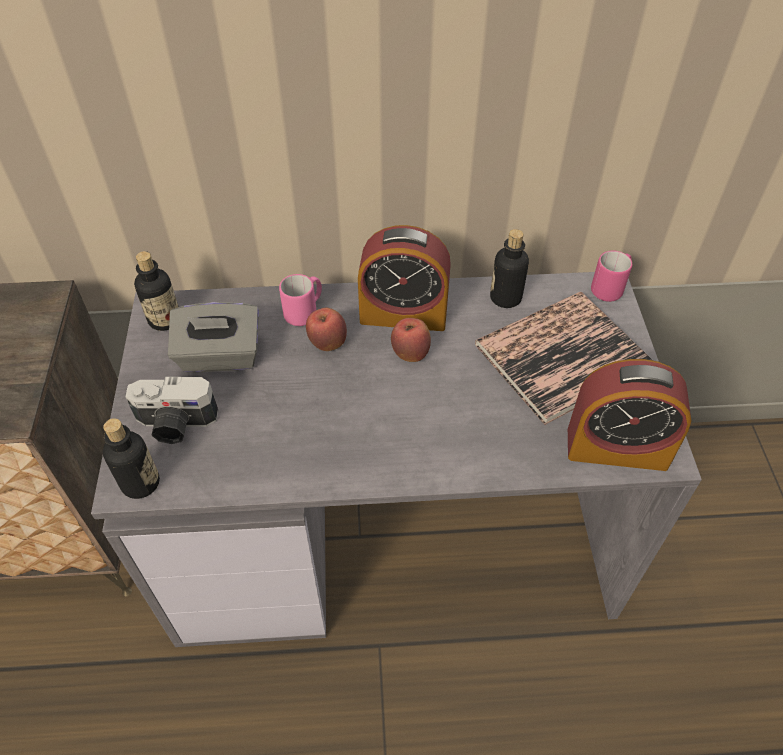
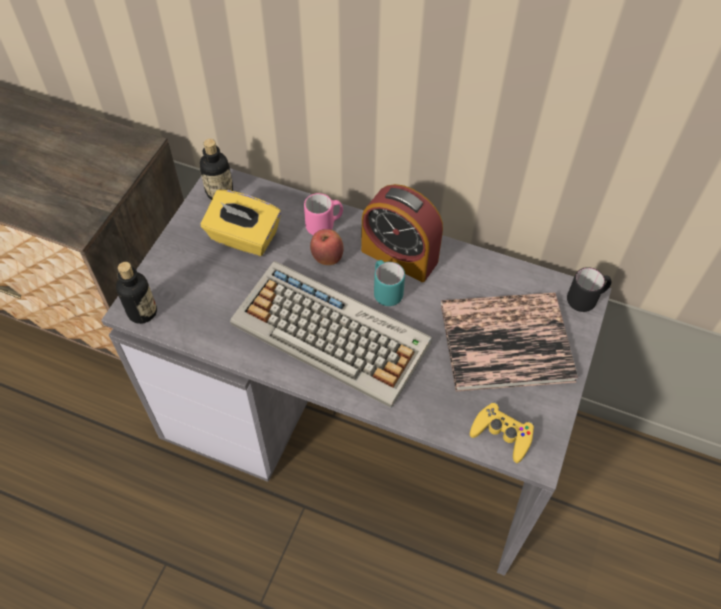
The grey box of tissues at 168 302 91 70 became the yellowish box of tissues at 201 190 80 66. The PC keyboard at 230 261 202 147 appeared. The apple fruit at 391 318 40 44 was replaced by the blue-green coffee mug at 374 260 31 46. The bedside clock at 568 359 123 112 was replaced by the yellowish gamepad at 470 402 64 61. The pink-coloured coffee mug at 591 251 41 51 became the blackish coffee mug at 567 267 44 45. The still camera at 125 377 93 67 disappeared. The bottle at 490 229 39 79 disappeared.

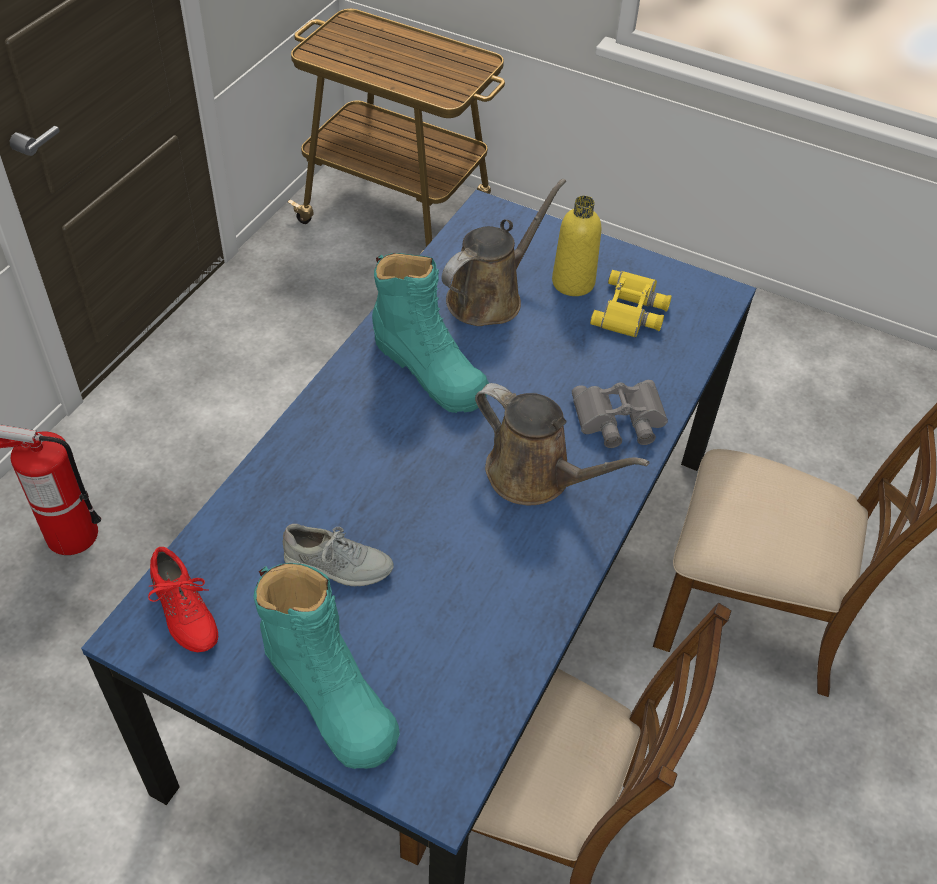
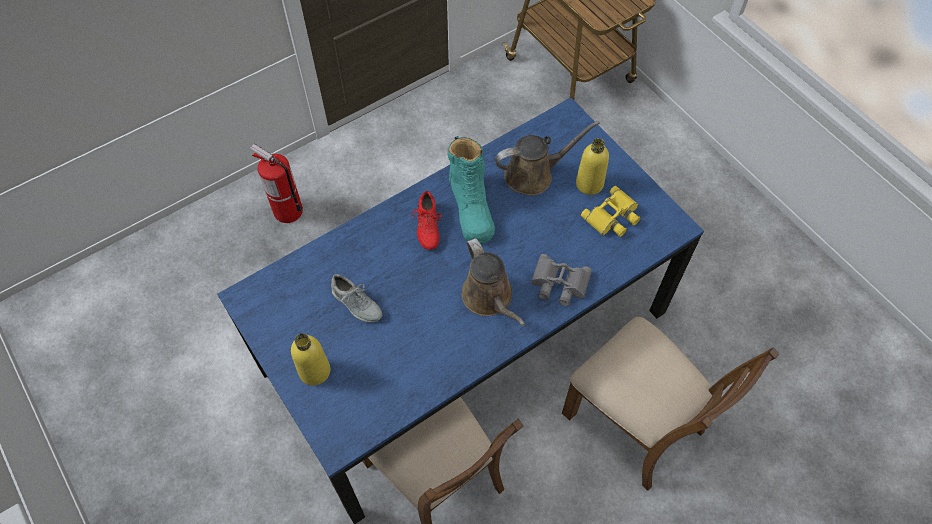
The blue-green tall boot at 253 563 147 206 was replaced by the yellowish bottle at 291 333 40 53. The reddish shoe moved from 148 547 70 105 to 412 191 30 59.

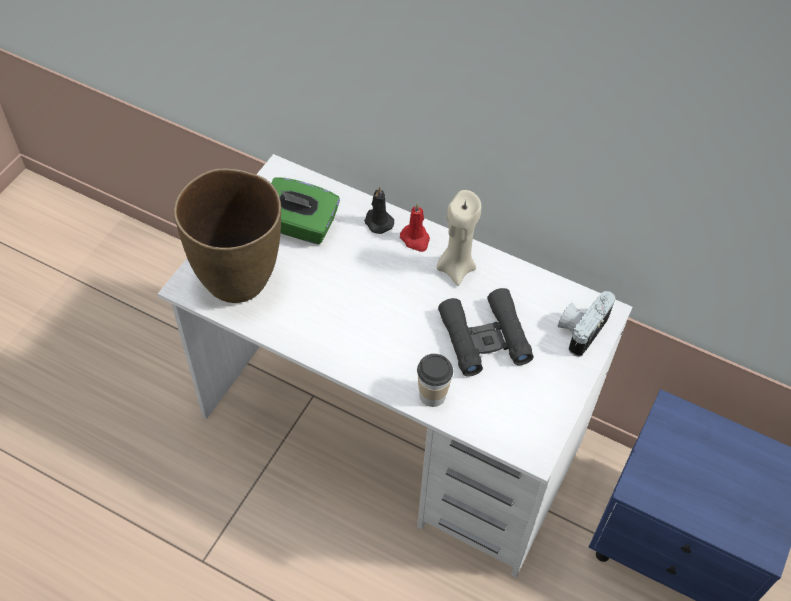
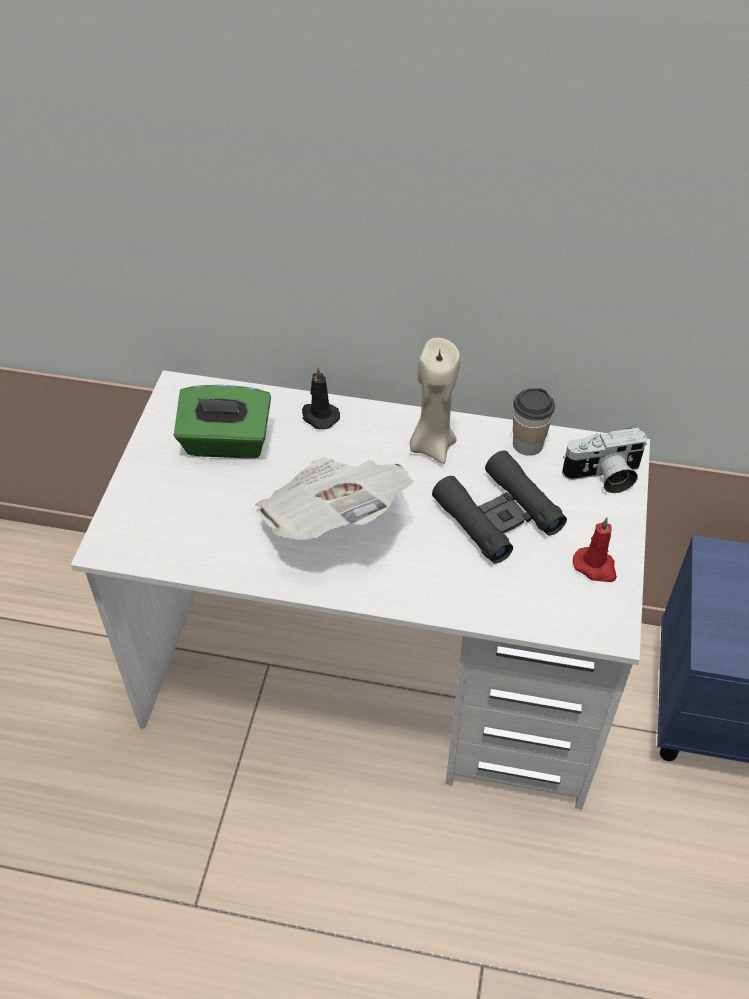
The newspaper at 255 457 159 83 appeared. The cup moved from 417 354 36 53 to 513 388 42 68. The still camera at 558 291 57 66 turned 120 degrees counterclockwise. The reddish wax light moved from 400 203 30 49 to 573 517 44 65. The brown-coloured decorative vase at 174 168 107 135 disappeared.

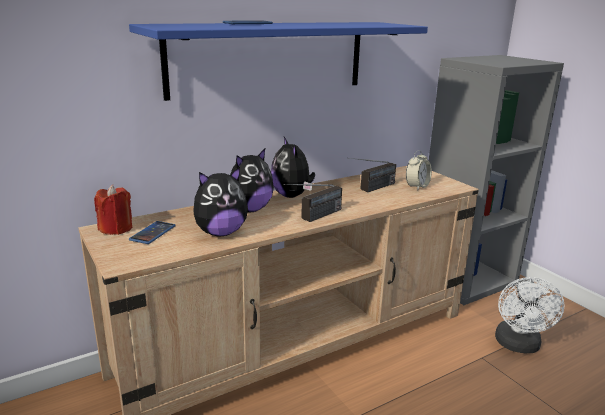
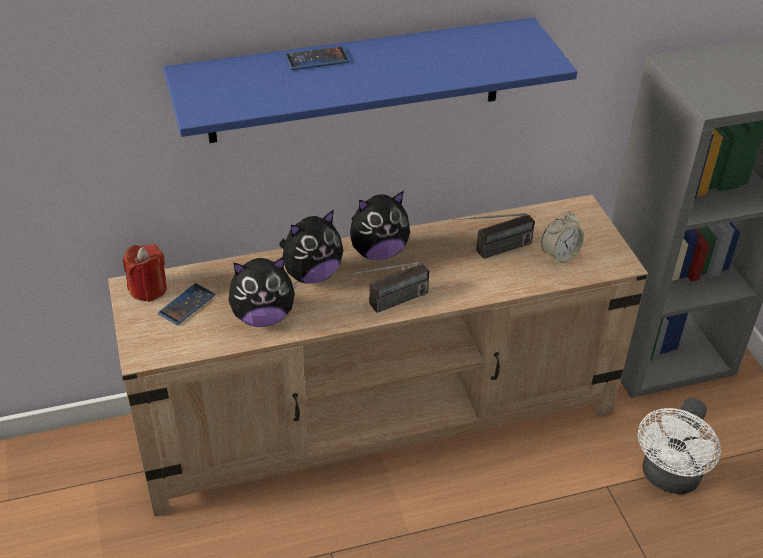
The soft toy at 271 137 44 61 turned 105 degrees counterclockwise.

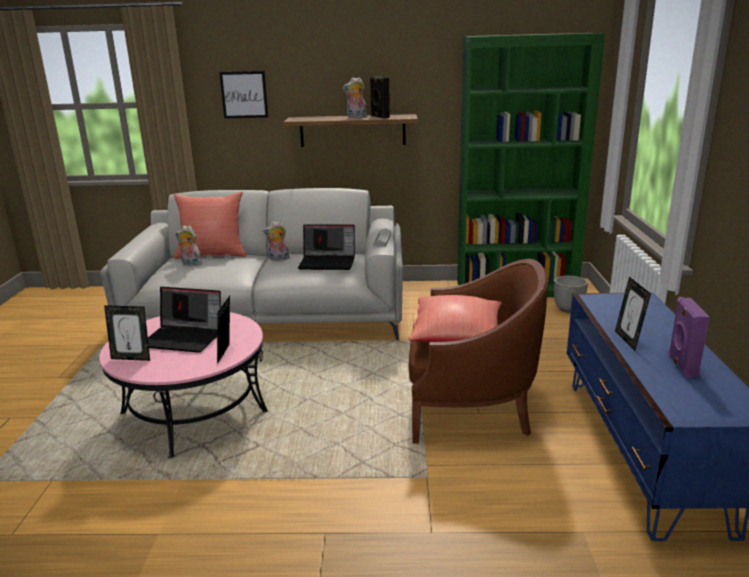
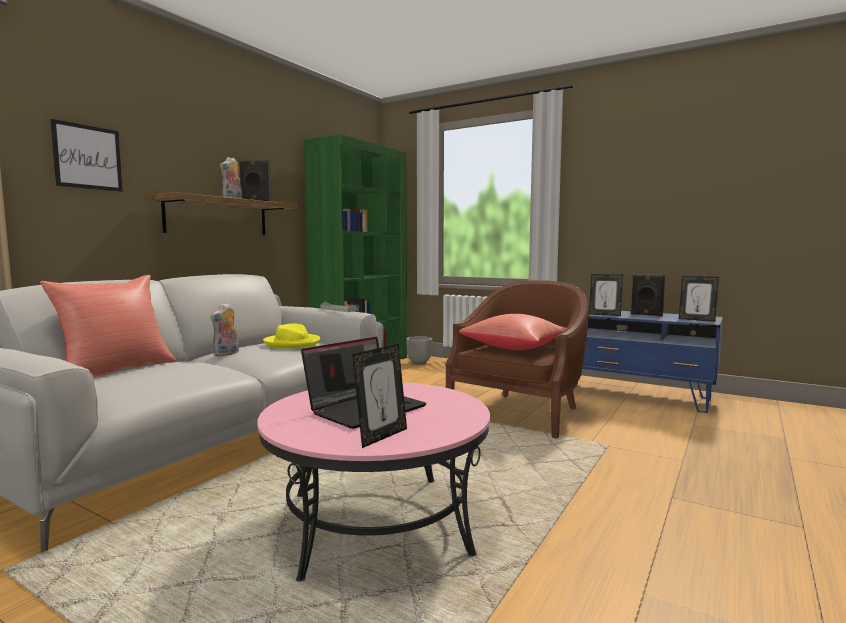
The portable computer at 298 225 57 45 was replaced by the yellowish hat at 263 323 57 25. The purplish speaker at 668 297 42 81 became the blackish speaker at 631 274 34 42. The standing frame moved from 217 296 13 68 to 679 276 40 46. The soft toy at 176 226 26 40 disappeared.

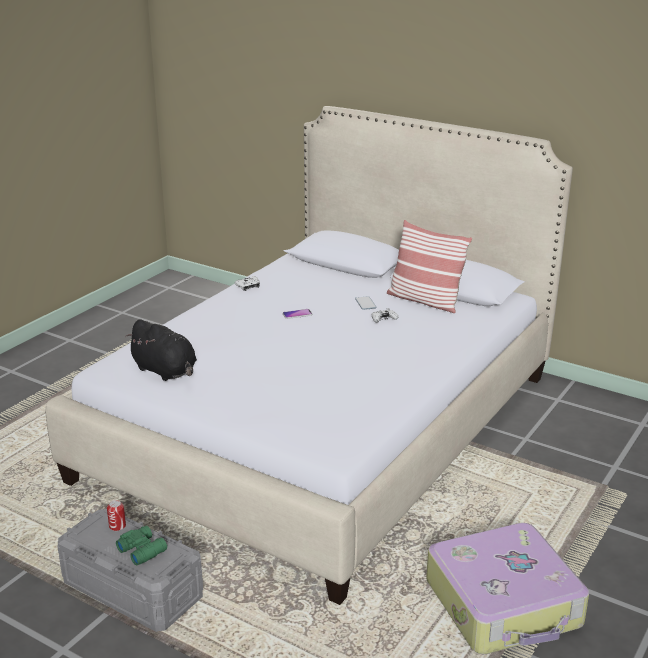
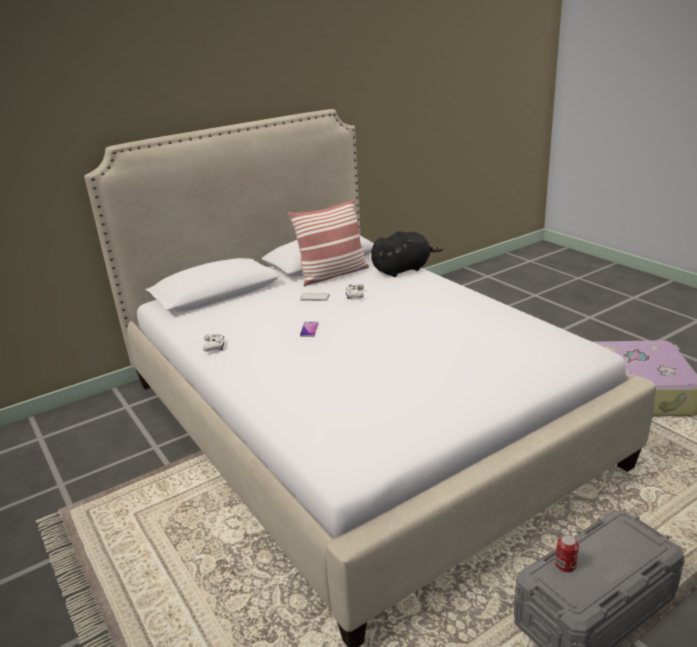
The blackish soft toy moved from 125 319 72 62 to 371 231 72 46. The green pair of binoculars at 116 526 51 40 disappeared.

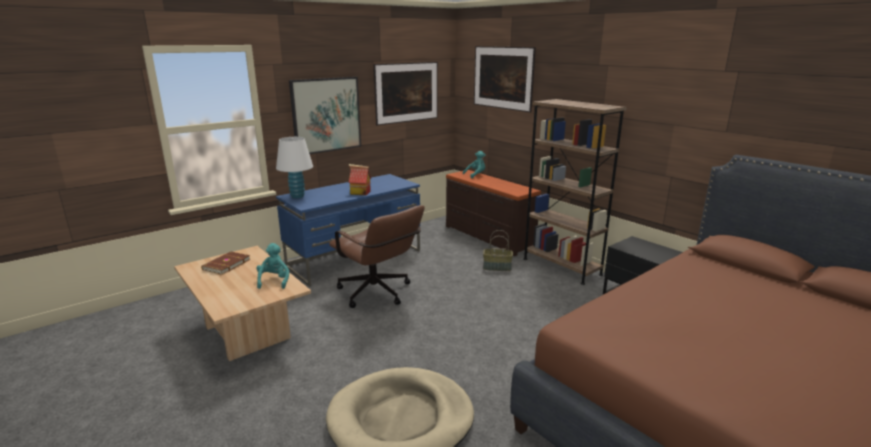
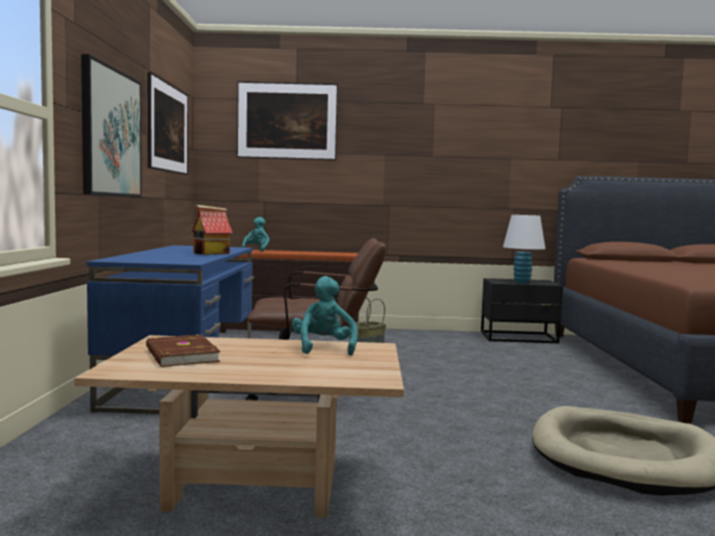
The blue-green soft toy at 257 243 32 46 turned 45 degrees clockwise. The whitish table lamp moved from 276 137 37 61 to 503 215 42 68. The brown-coloured shelving unit at 523 99 104 186 disappeared.

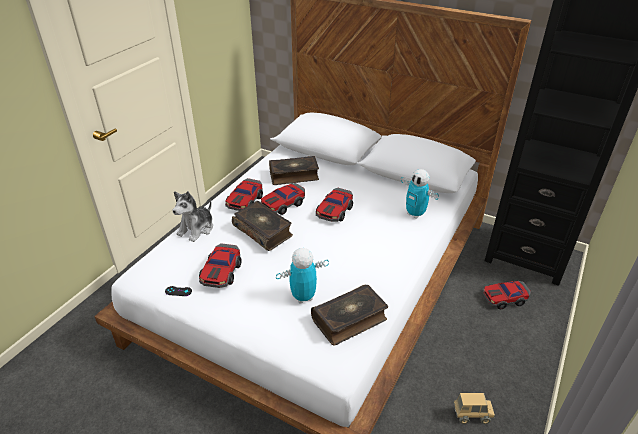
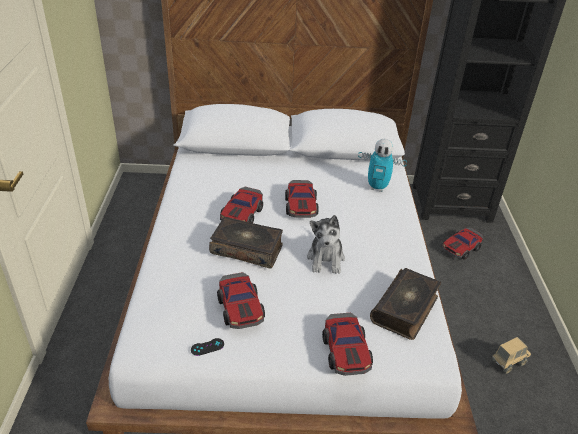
The soft toy moved from 172 191 41 51 to 307 215 38 59. The toy car moved from 225 178 38 33 to 322 313 51 63. The book at 269 156 50 29 disappeared. The toy robot at 276 248 53 56 disappeared.

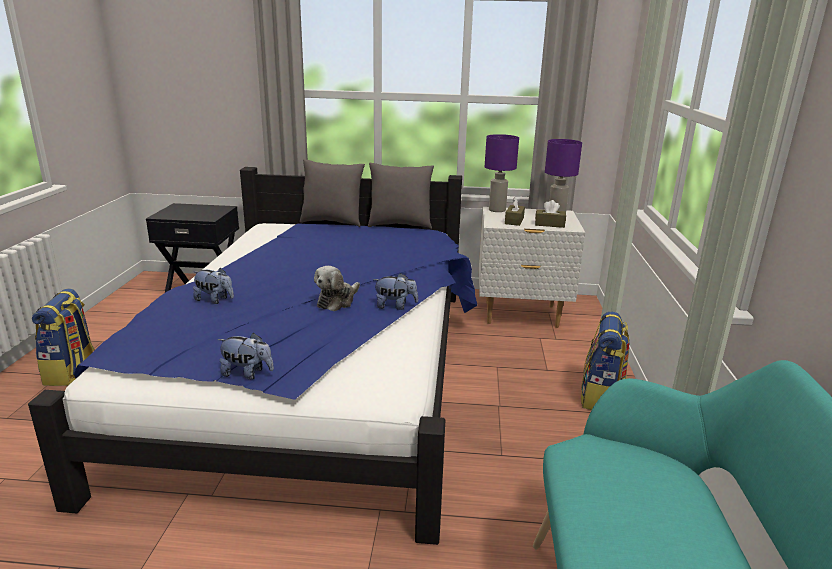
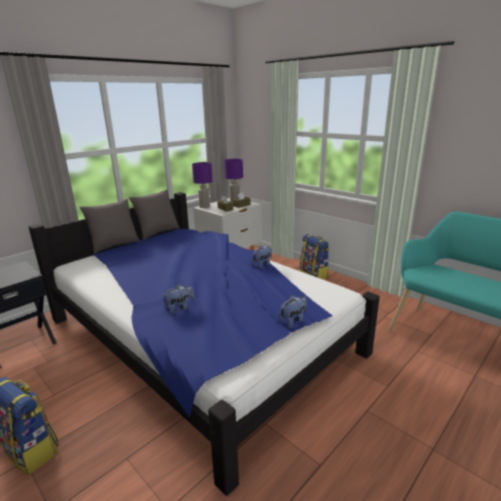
The soft toy at 314 266 46 45 disappeared.

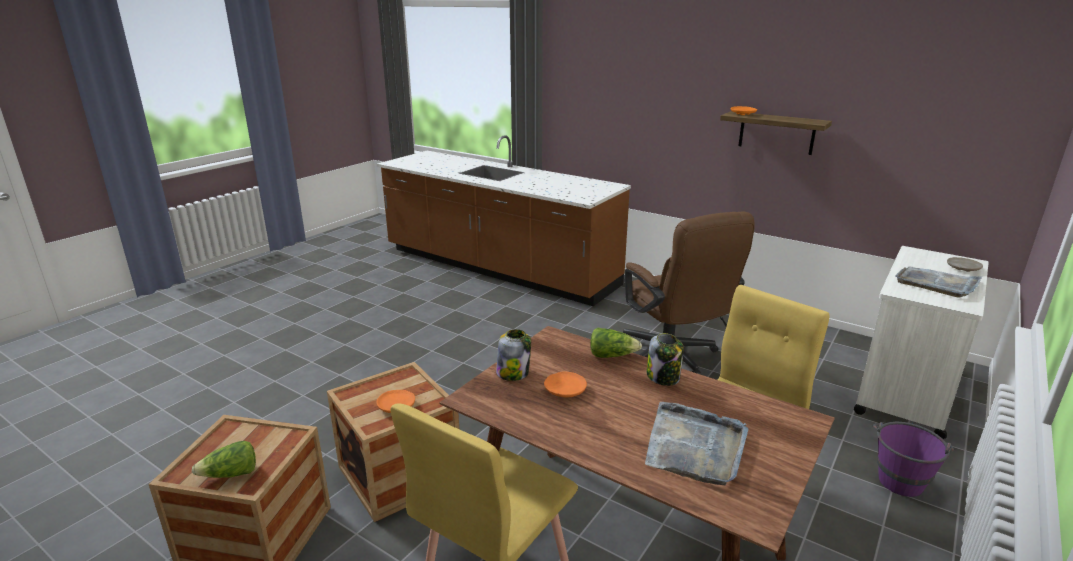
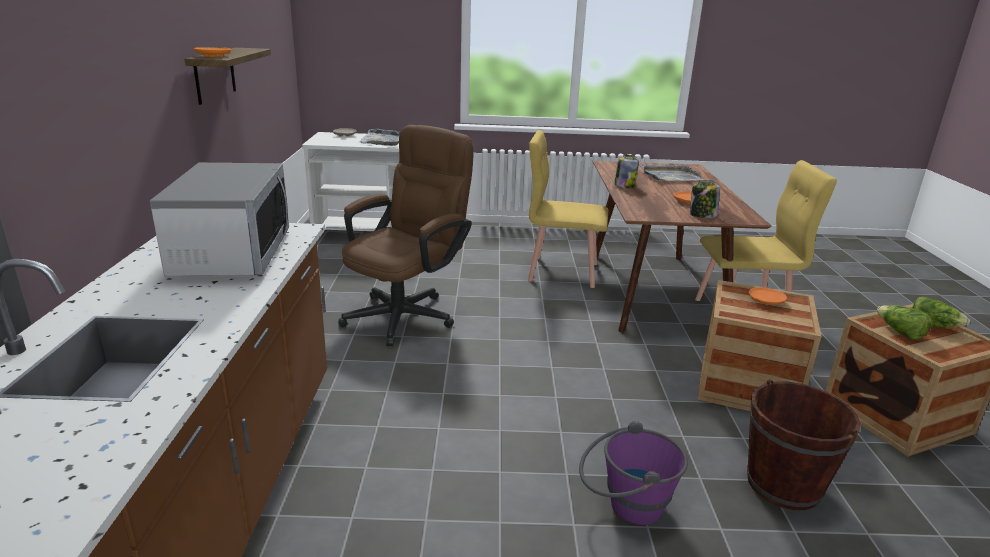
The microwave oven at 150 163 139 113 appeared. The purplish bucket moved from 873 422 81 75 to 579 421 109 104. The brown-coloured bucket at 747 379 114 131 appeared. The lettuce head moved from 590 328 52 30 to 877 305 55 35.

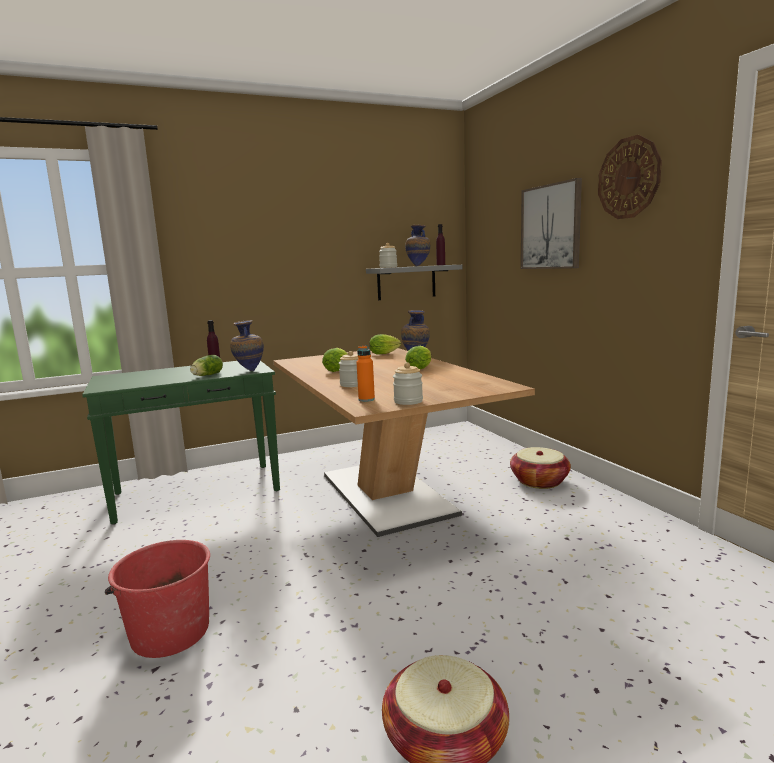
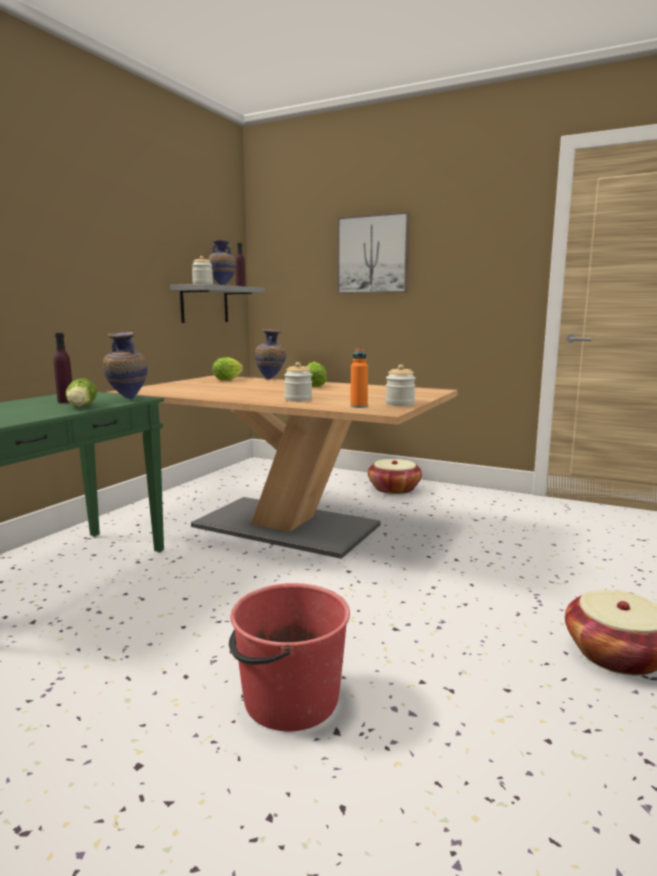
The lettuce head at 322 348 26 24 disappeared. The hanging clock at 598 135 64 84 disappeared.

